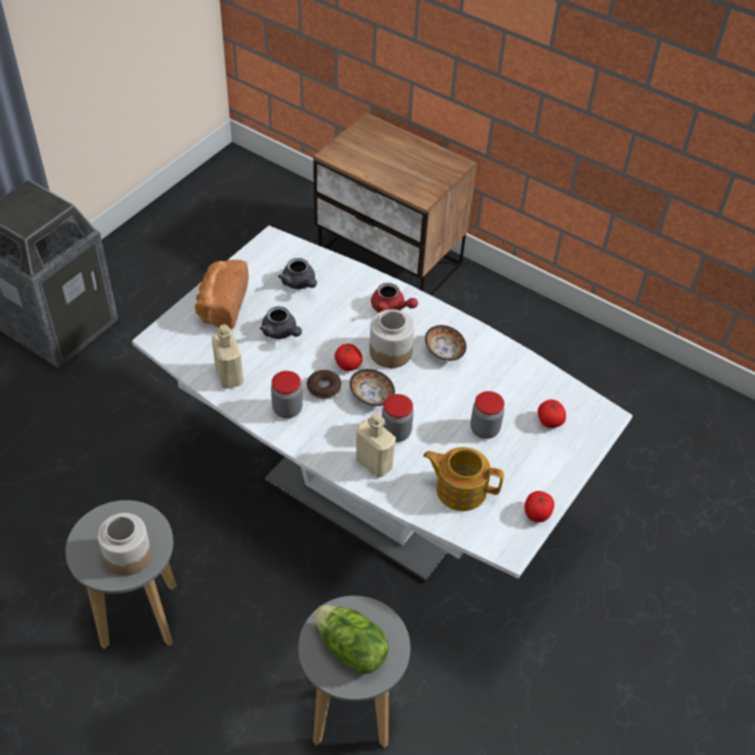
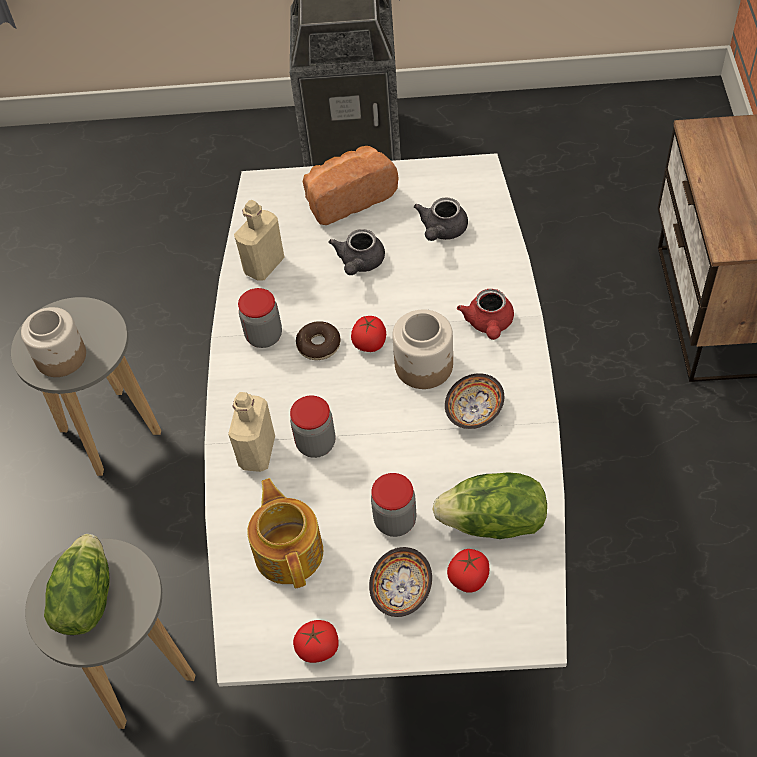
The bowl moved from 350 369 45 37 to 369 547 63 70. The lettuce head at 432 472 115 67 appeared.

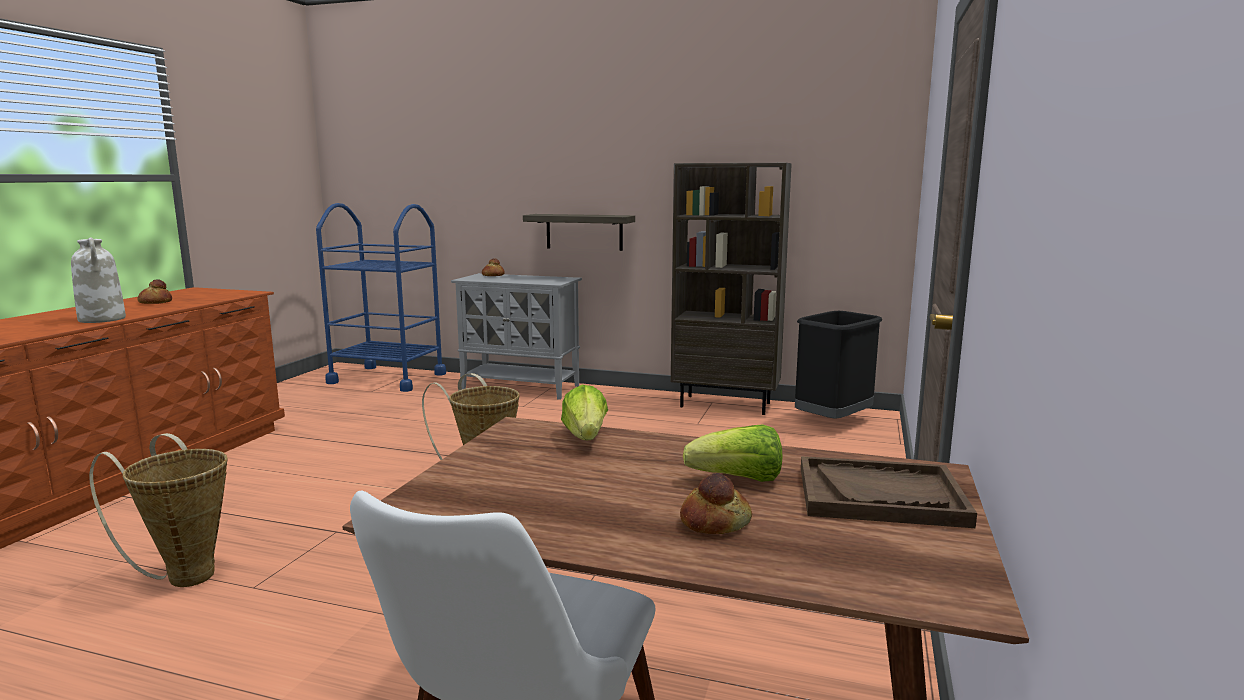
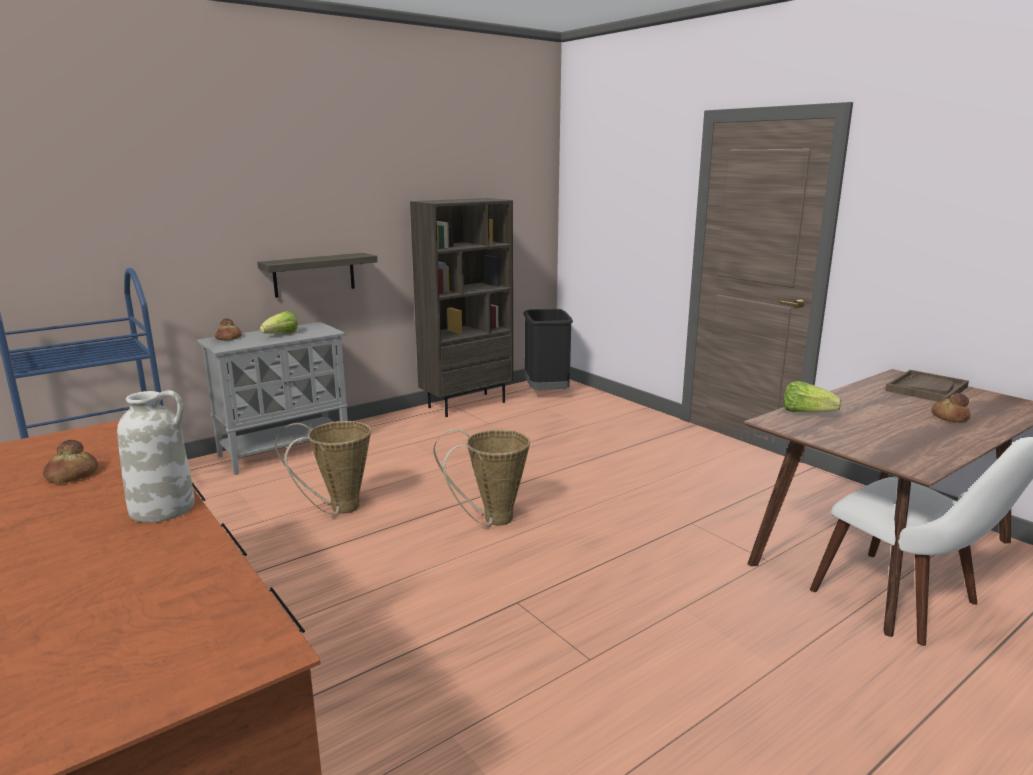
The lettuce head moved from 683 424 99 58 to 260 311 38 23. The household basket moved from 89 433 139 154 to 274 421 97 94.

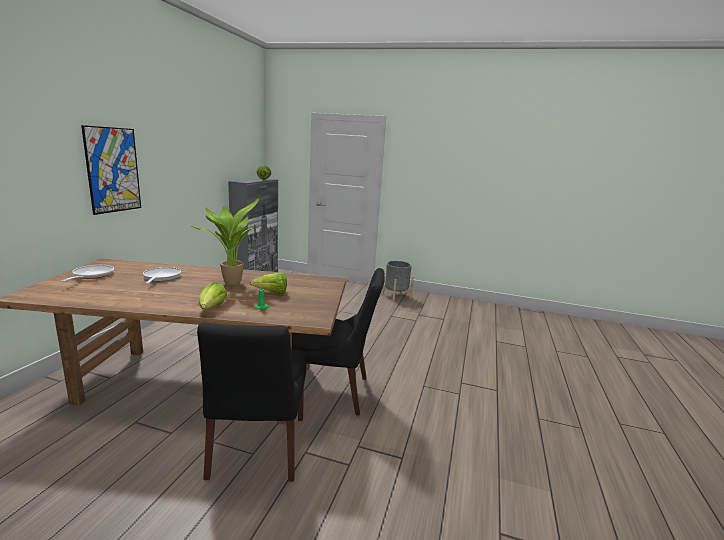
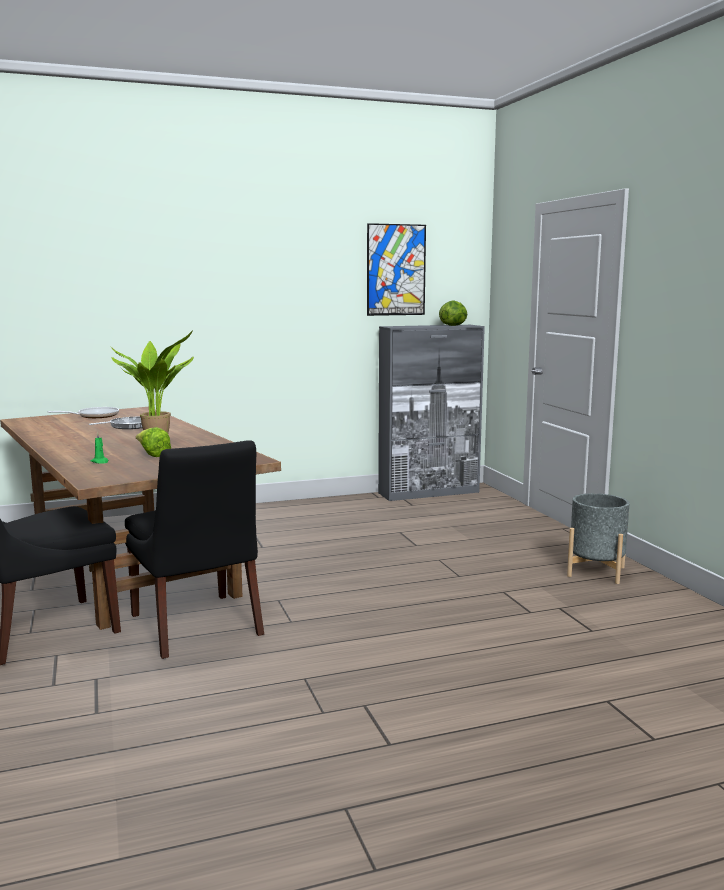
The wall art moved from 81 125 60 90 to 367 223 59 93. The lettuce head at 199 282 28 27 disappeared.

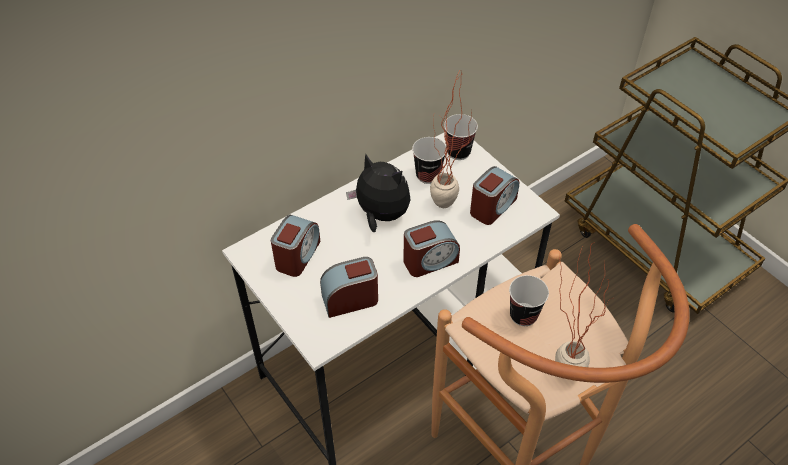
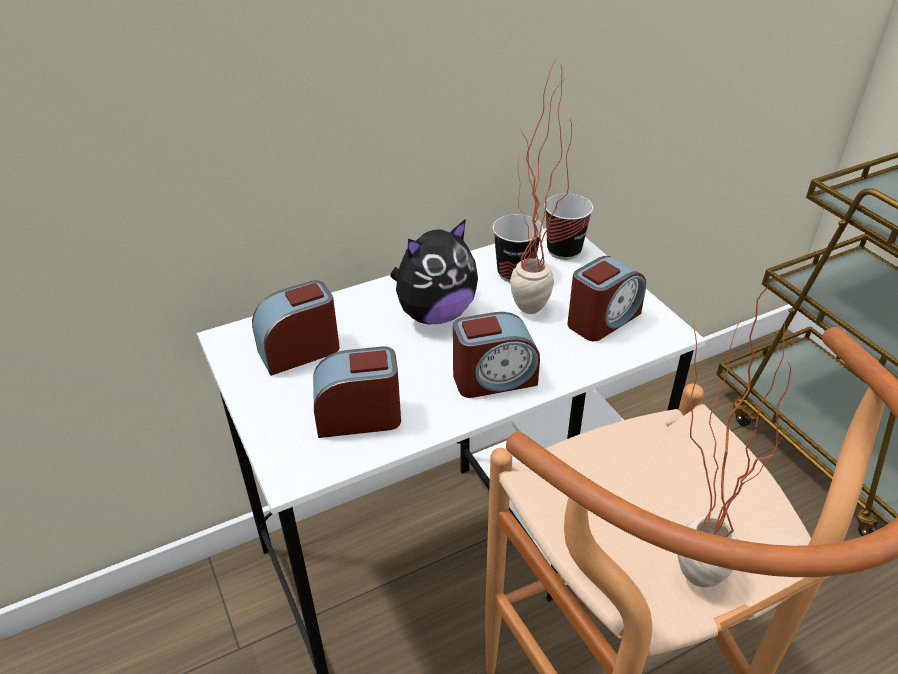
The bedside clock at 271 215 49 62 turned 150 degrees counterclockwise. The soft toy at 346 153 65 79 turned 105 degrees clockwise. The cup at 509 275 40 51 disappeared.

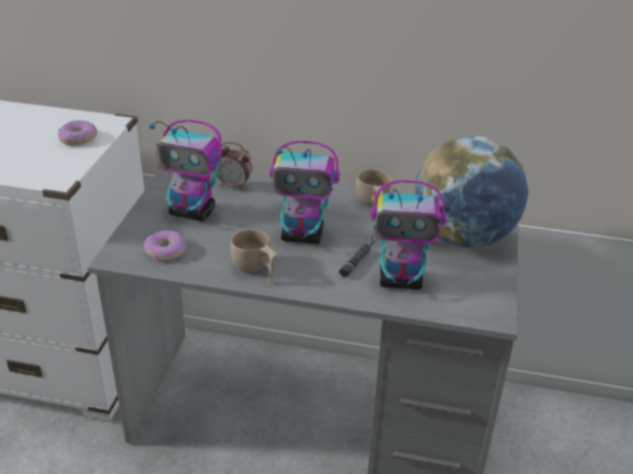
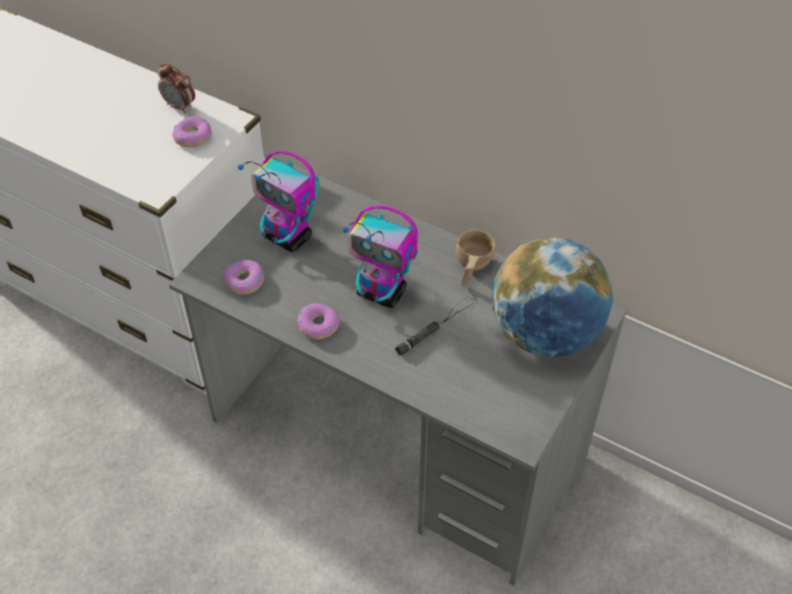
The bedside clock moved from 217 142 35 48 to 158 63 37 50. The beige-coloured cup at 230 229 47 53 was replaced by the ring doughnut at 298 303 42 36. The toy robot at 370 180 76 110 disappeared.

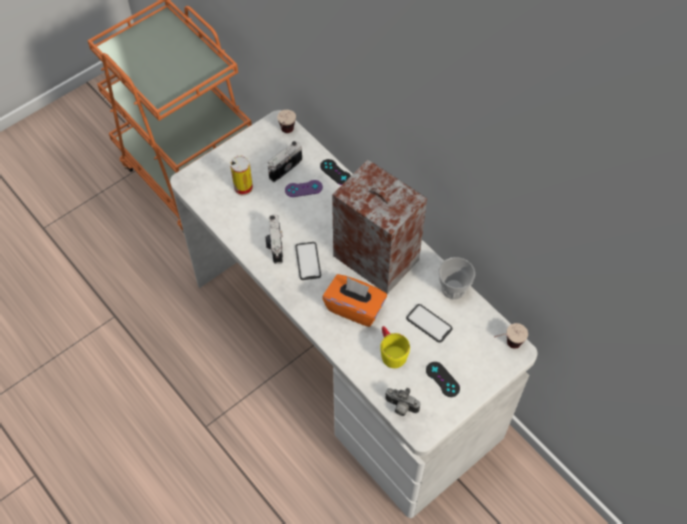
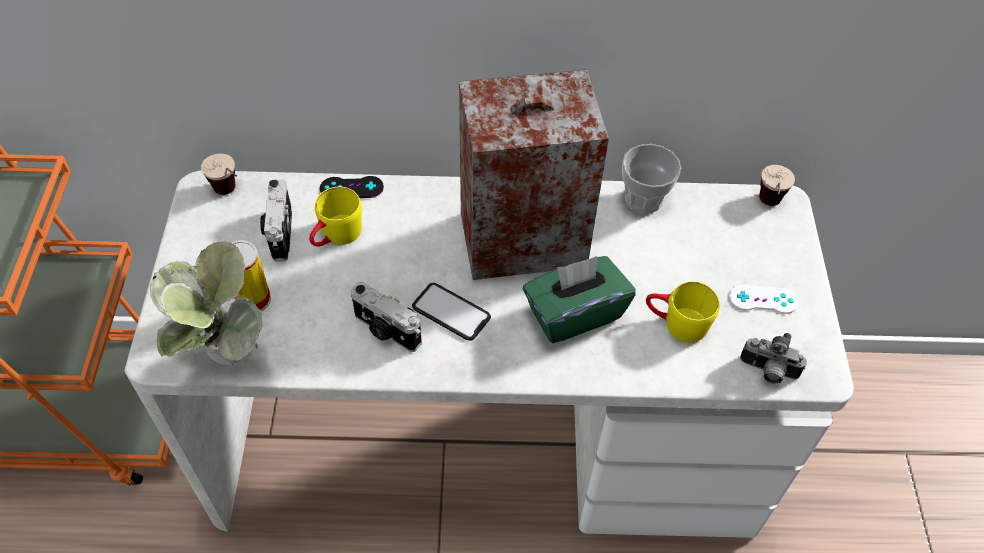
The houseplant at 150 241 113 125 appeared. The purplish gamepad at 285 180 38 17 was replaced by the yellowish coffee mug at 309 187 53 60. The orange box of tissues at 322 274 65 53 became the green box of tissues at 523 256 113 87. The blackish gamepad at 426 362 34 35 became the whitish gamepad at 729 285 69 29. The still camera at 385 388 35 28 turned 45 degrees clockwise. The telephone at 406 304 47 39 disappeared.

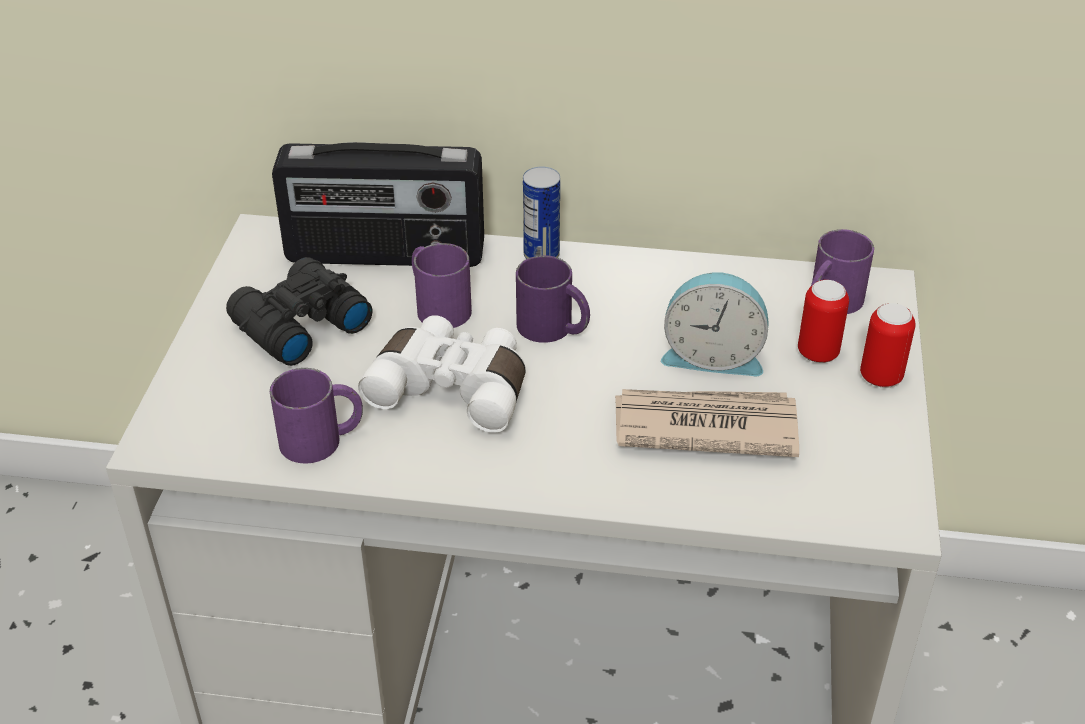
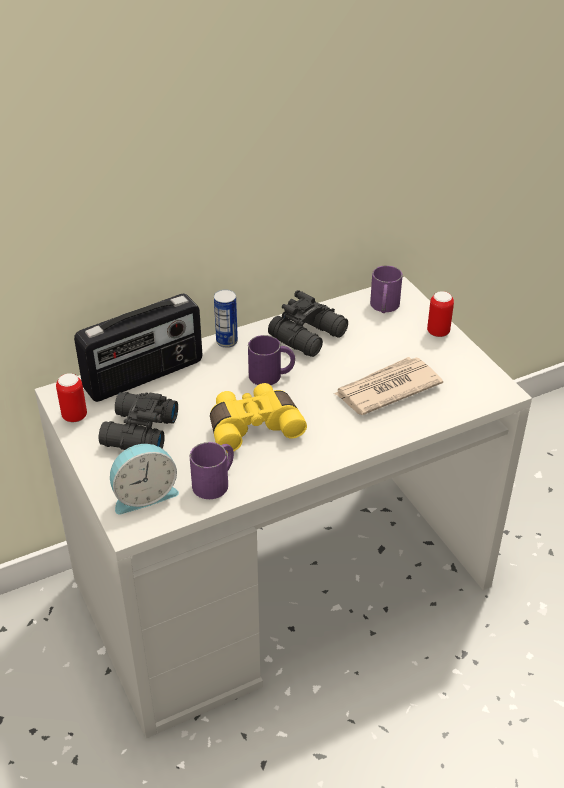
The metal can moved from 798 280 51 83 to 56 373 31 49. The bedside clock moved from 661 272 107 104 to 110 444 69 70. The whitish pair of binoculars at 358 315 168 118 became the yellowish pair of binoculars at 210 383 97 70. The blackish pair of binoculars at 268 290 80 67 appeared. The purplish coffee mug at 412 243 60 85 disappeared.

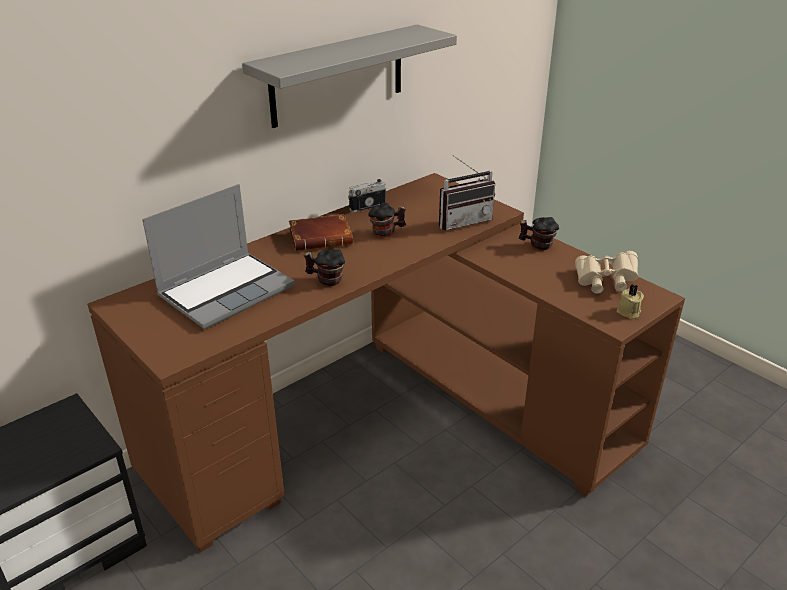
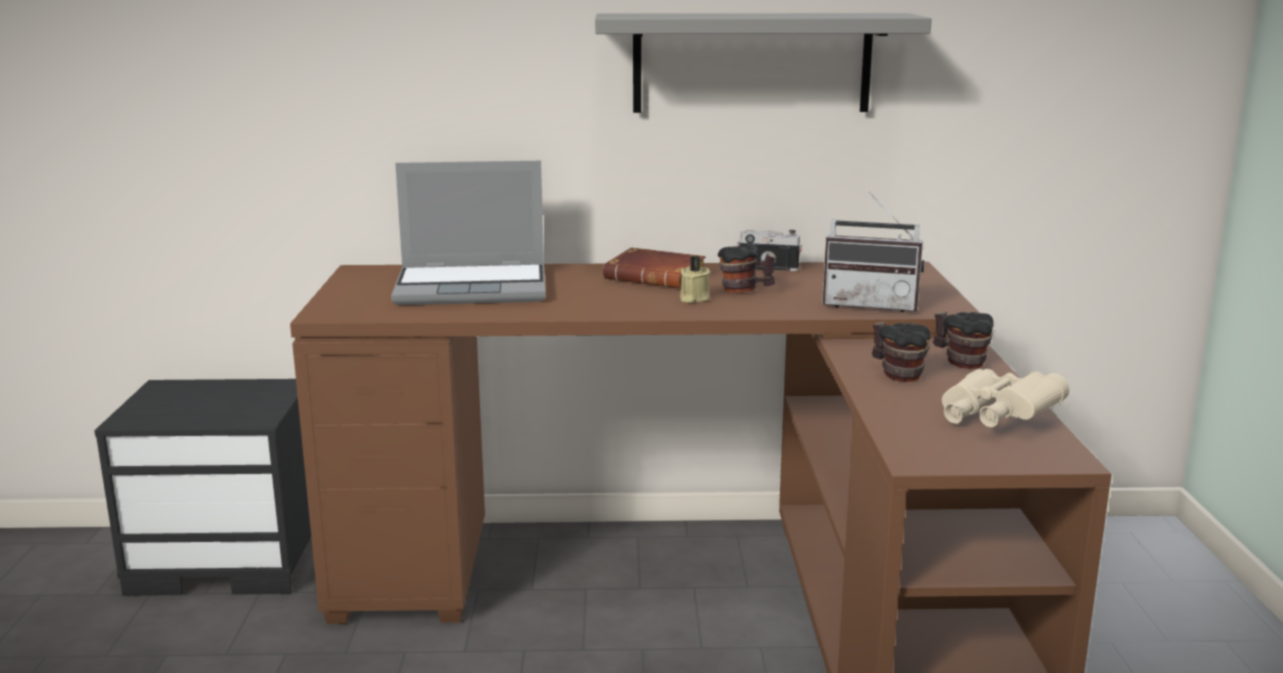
The beige-coloured wax light moved from 617 284 27 35 to 680 256 31 47. The coffee mug moved from 304 249 41 37 to 872 322 58 60.

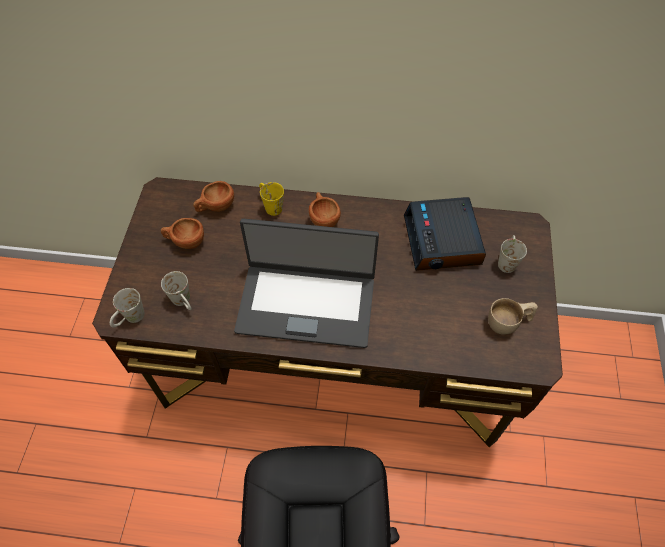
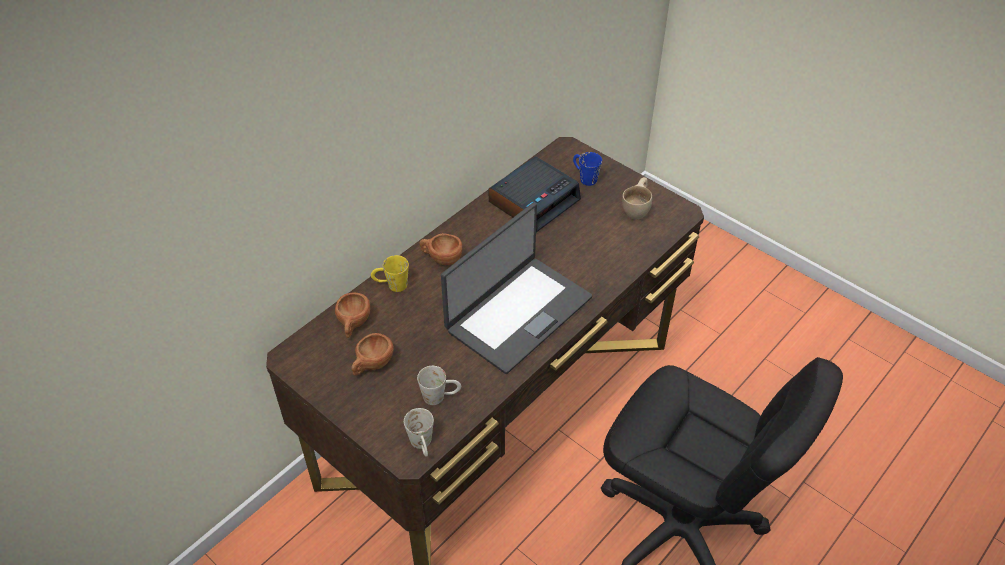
The bedside clock at 404 197 82 74 turned 75 degrees counterclockwise. The whitish coffee mug at 498 235 29 38 became the blue coffee mug at 573 152 29 34.

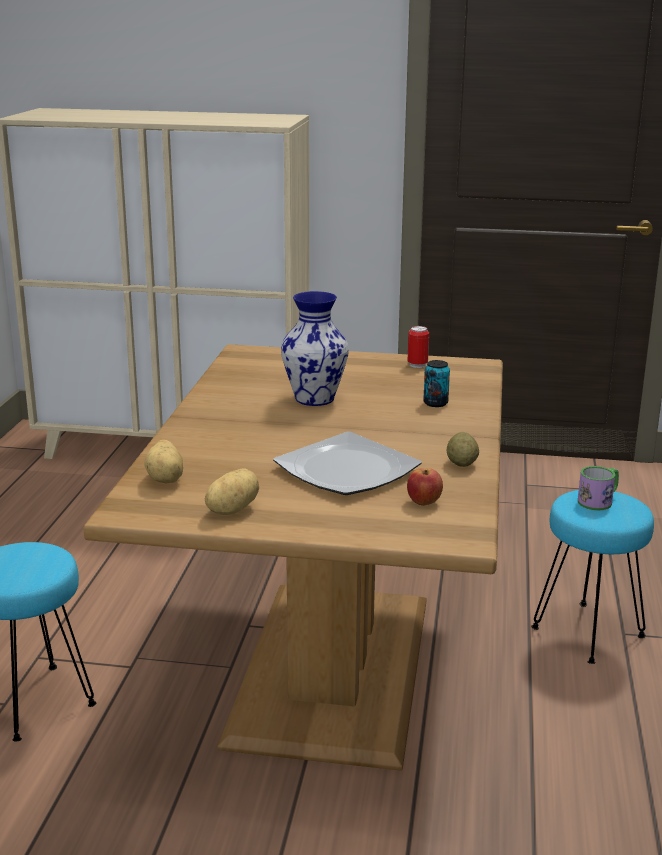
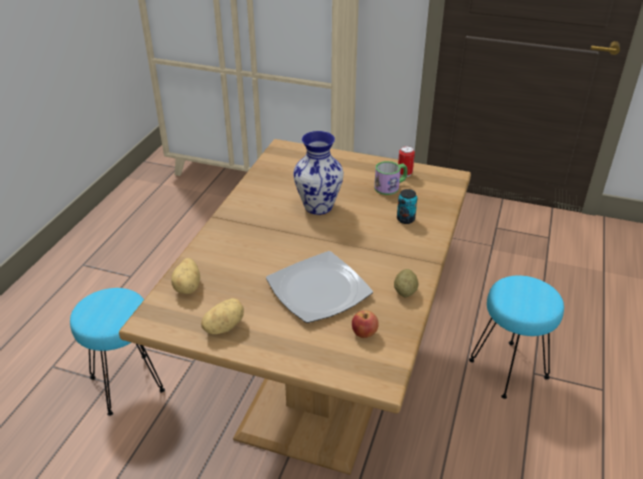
The coffee mug moved from 578 466 41 44 to 374 161 34 34.

